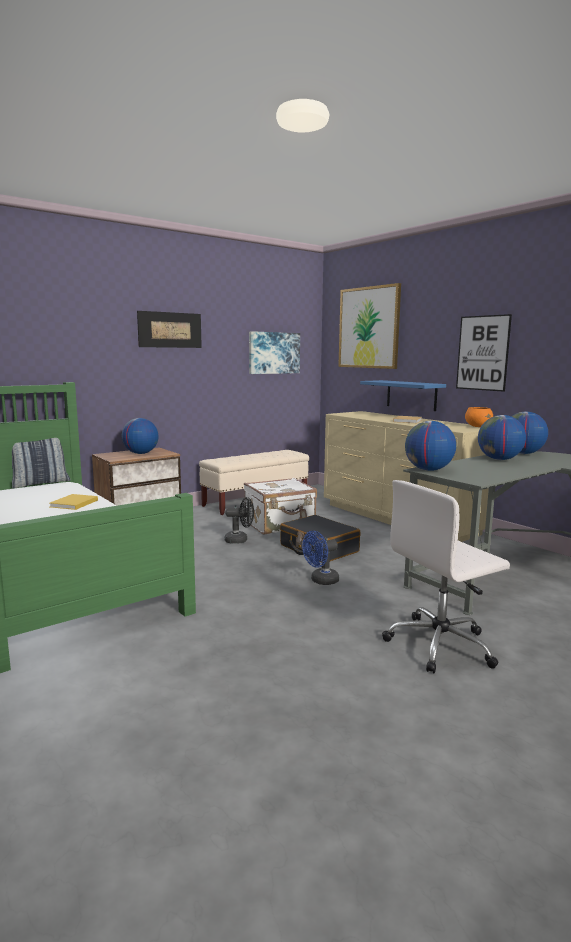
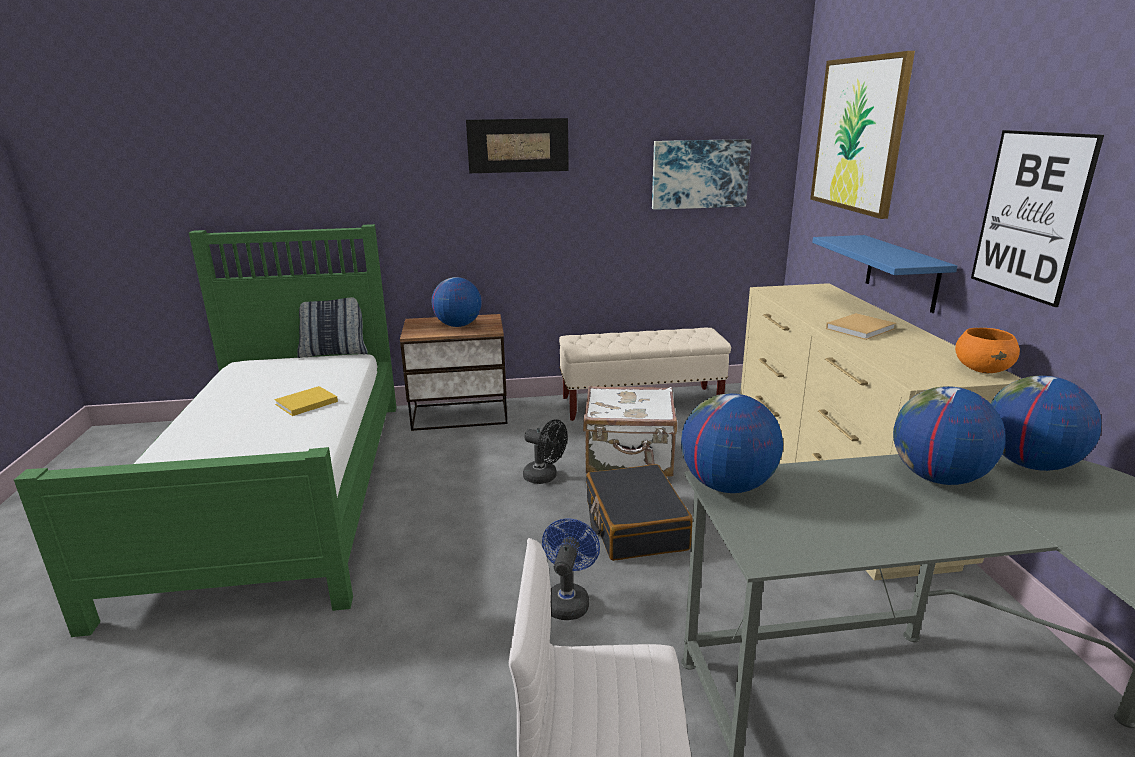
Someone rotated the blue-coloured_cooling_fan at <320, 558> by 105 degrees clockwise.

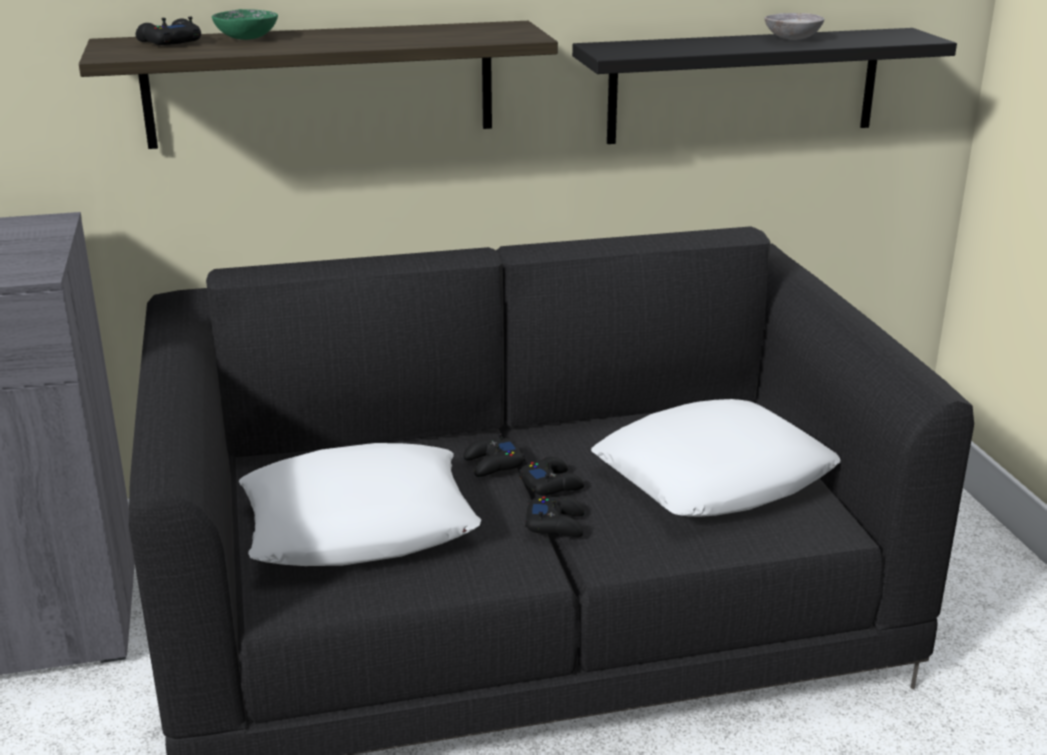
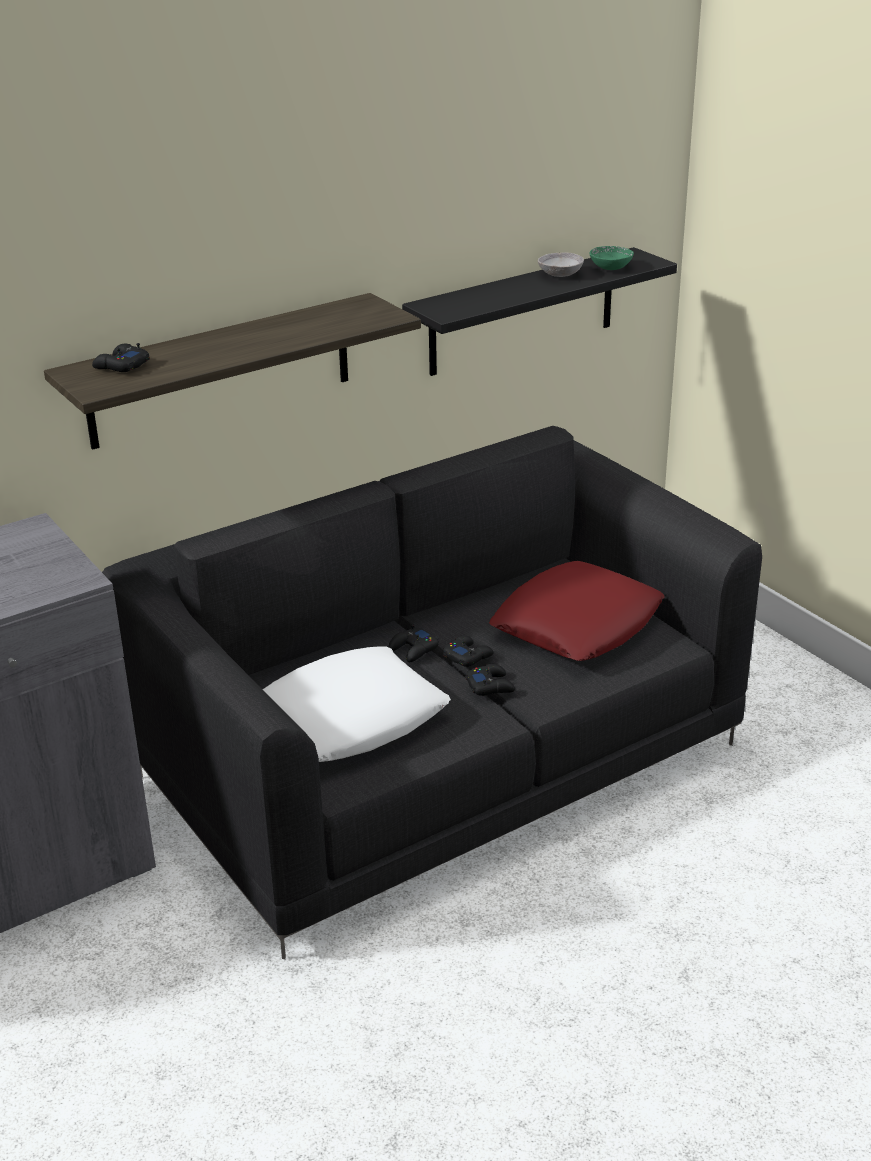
Someone repainted the whitish_cushion at <716, 458>, which became the red-coloured_cushion at <577, 611>. Someone carried the green-coloured_bowl from <245, 24> to <611, 258>.

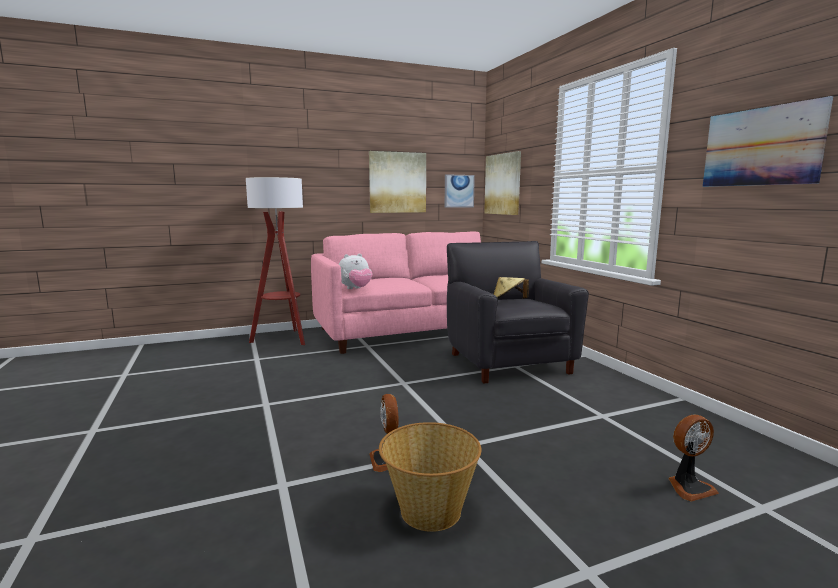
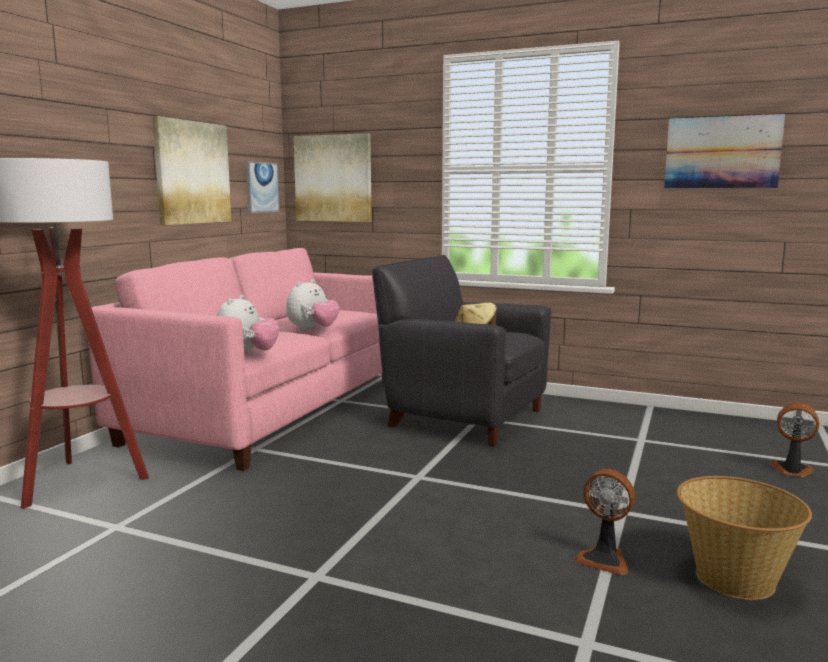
Someone put down the cuddly_toy at <313, 305>. Someone rotated the cooling_fan at <693, 458> by 90 degrees counterclockwise.

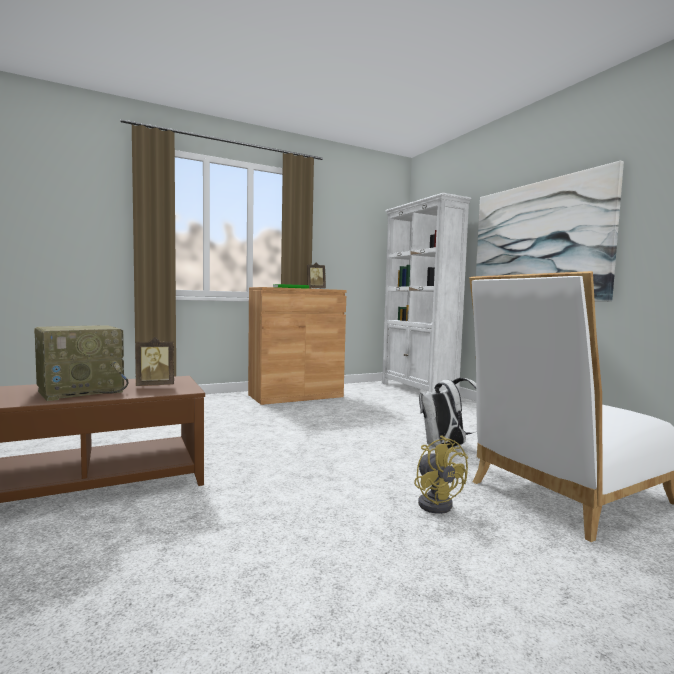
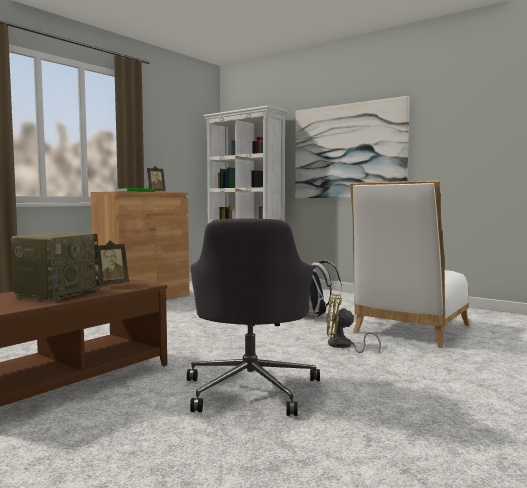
Someone put down the greyish_computer_chair at <253, 317>. Someone rotated the yellow-coloured_cooling_fan at <441, 474> by 150 degrees clockwise.

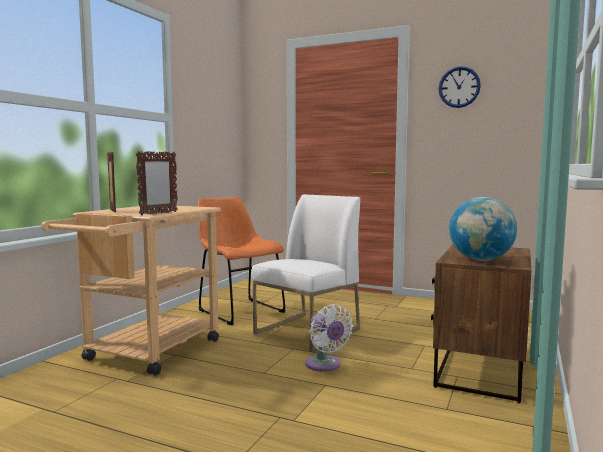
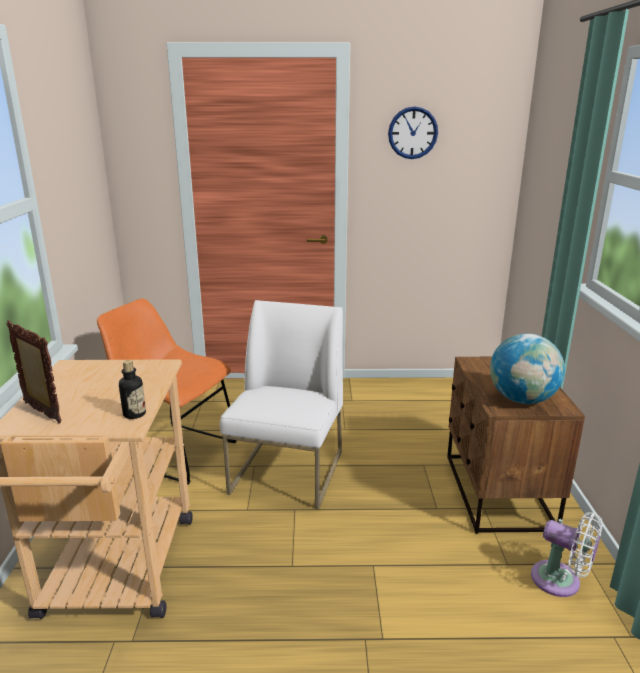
Someone swapped the photo_frame at <157, 183> for the beverage_bottle at <132, 389>. Someone carried the whitish_cooling_fan from <329, 338> to <567, 554>.

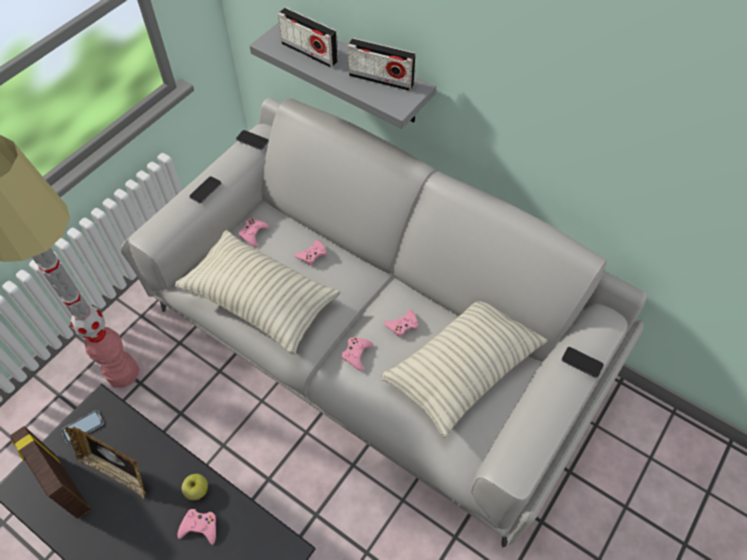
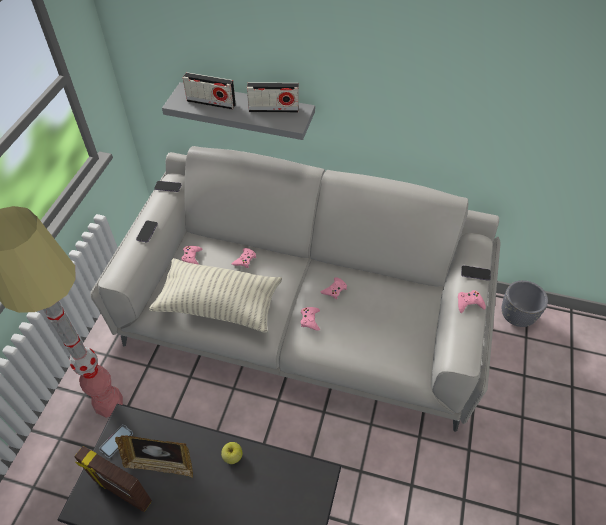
Someone carried the pinkish_joypad from <196, 527> to <472, 301>. Someone put down the greyish_flower_pot at <525, 303>. Someone took away the cushion at <464, 369>.

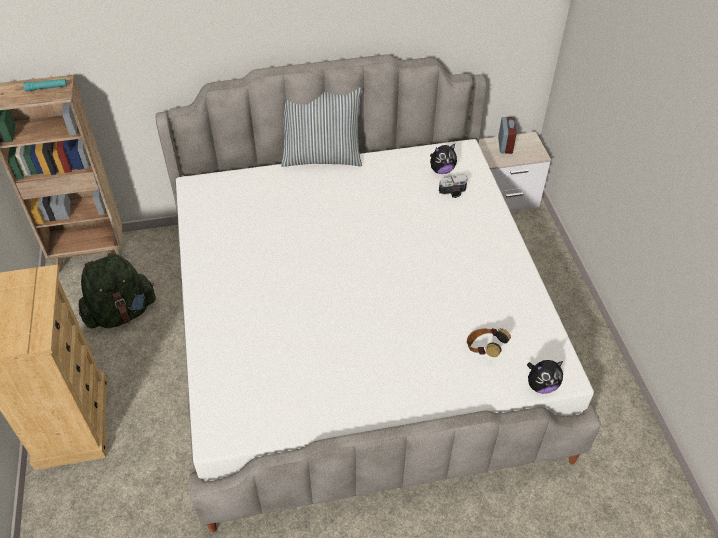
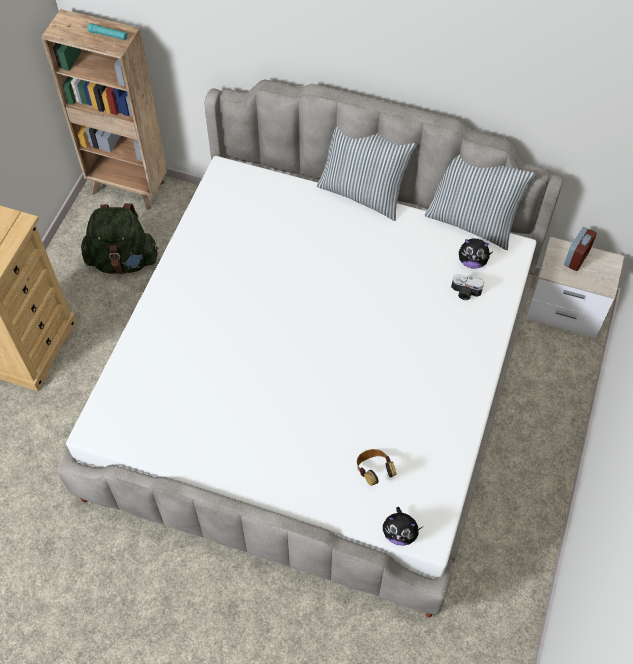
Someone put down the cushion at <480, 202>.

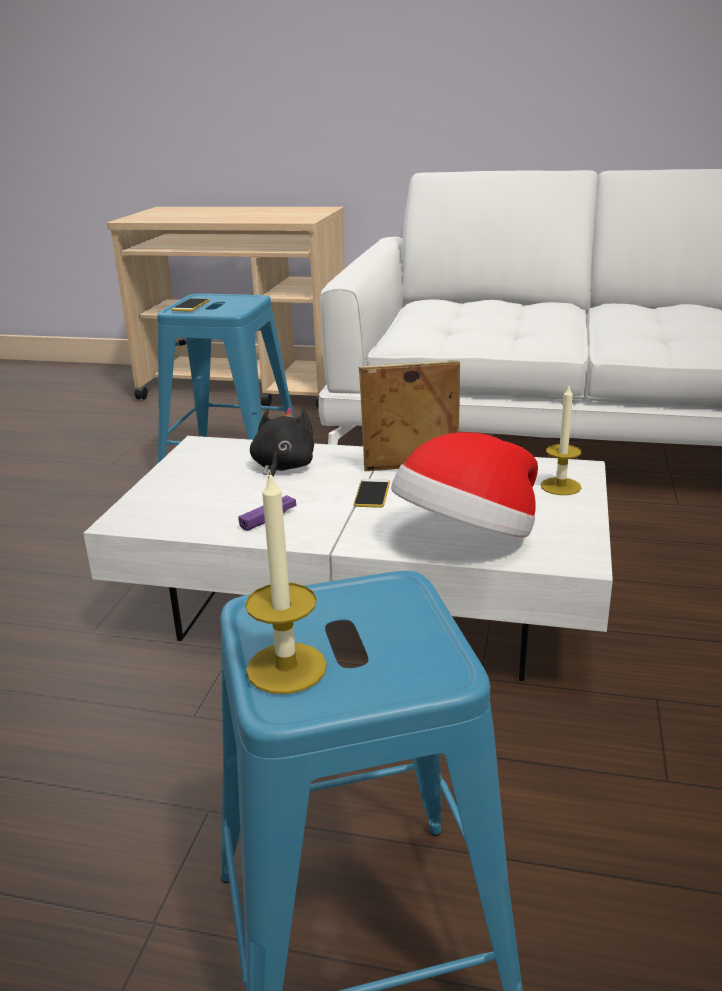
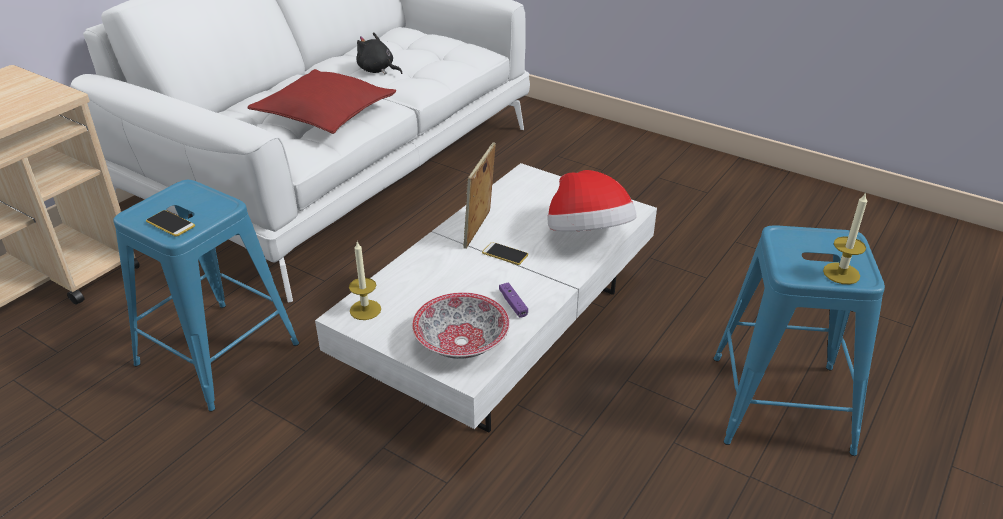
Someone put down the red-coloured_cushion at <322, 101>. Someone carried the wax_candle from <561, 440> to <365, 281>. Someone carried the black-coloured_cuddly_toy from <282, 441> to <379, 53>. Someone put down the bowl at <461, 325>.

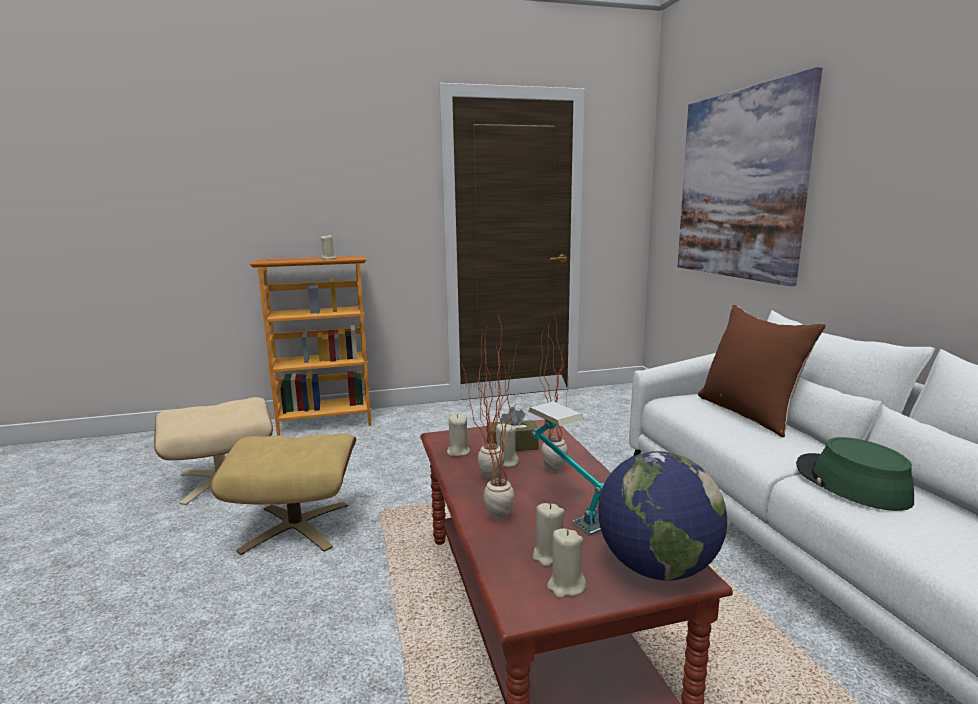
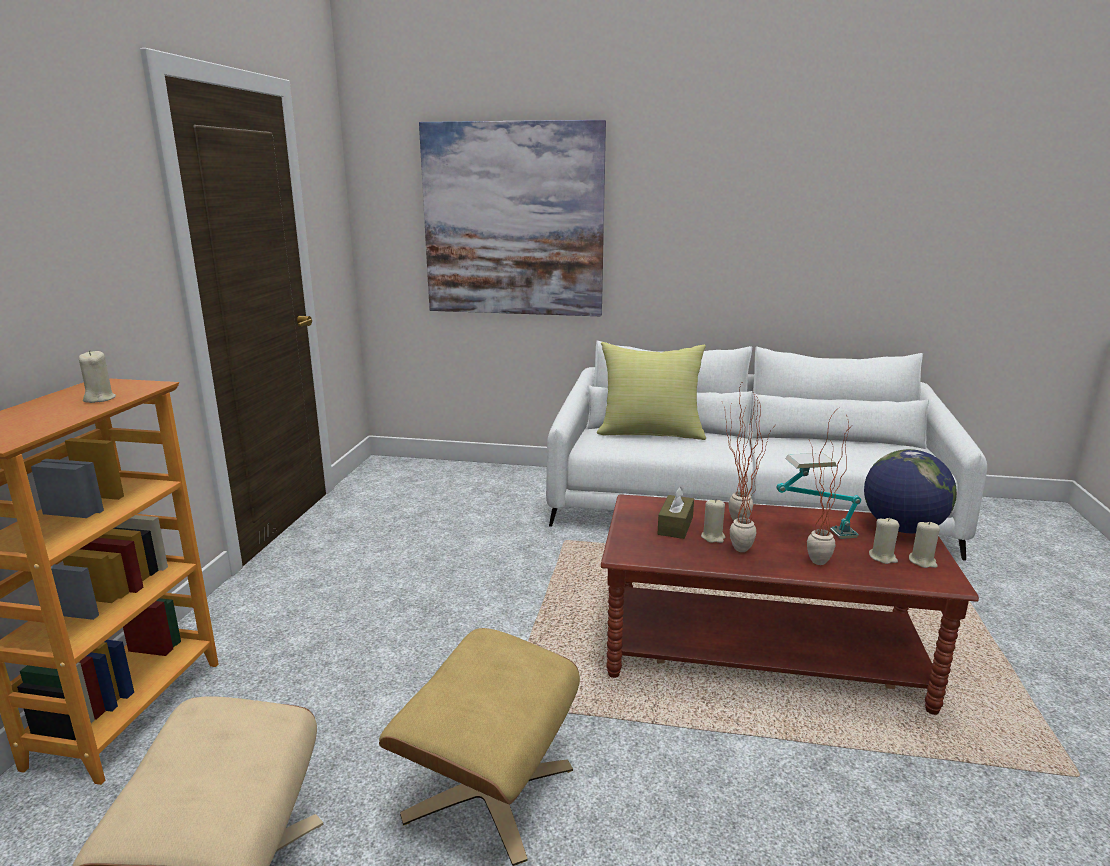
Someone repainted the brown_cushion at <762, 371>, which became the yellow-coloured_cushion at <651, 391>. Someone took away the sand-coloured_wax_candle at <458, 435>. Someone took away the green-coloured_clothing_hat at <855, 474>.

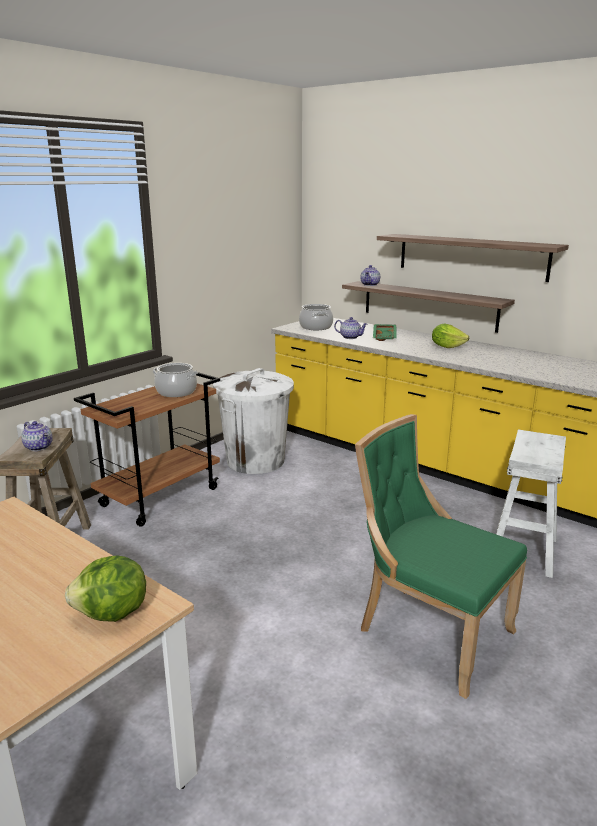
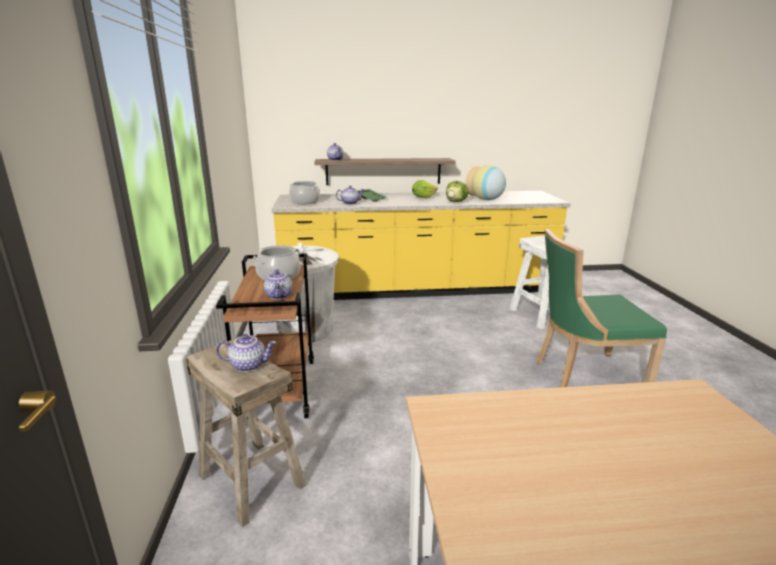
Someone put down the teapot at <278, 284>. Someone carried the lettuce_head from <105, 588> to <457, 191>. Someone put down the vase at <485, 182>. Someone took away the shelf at <473, 258>.

